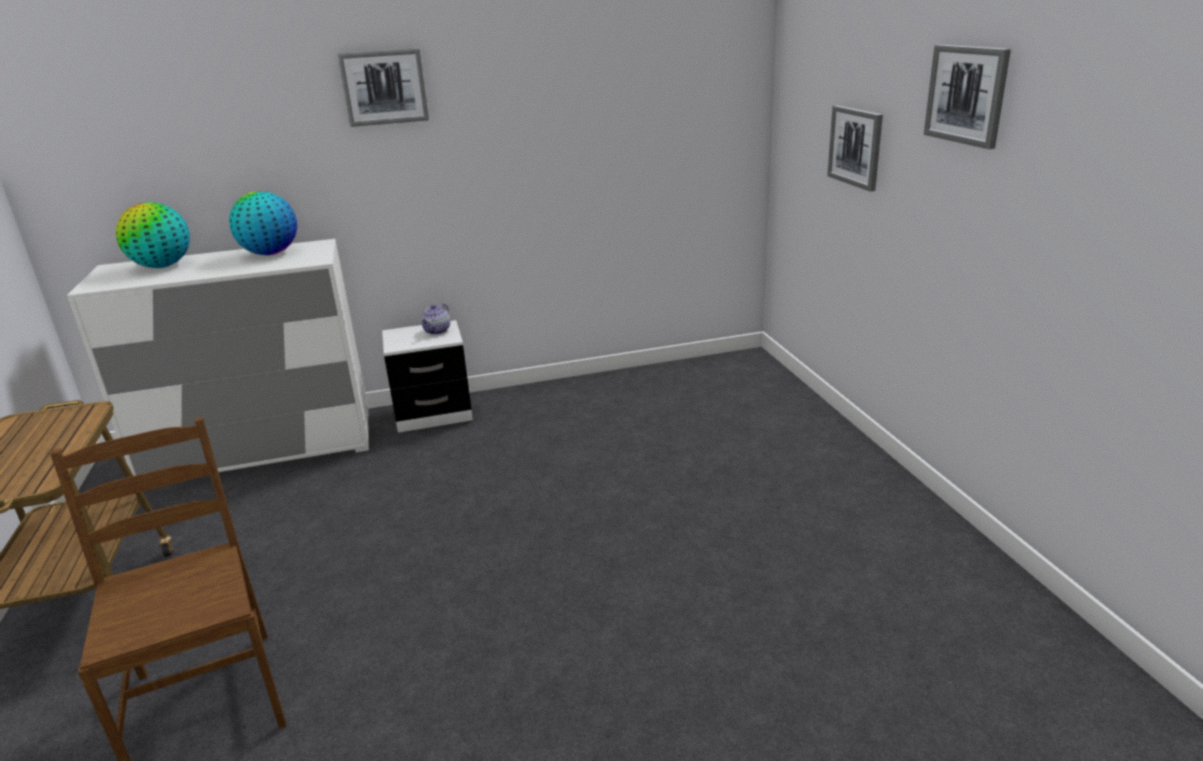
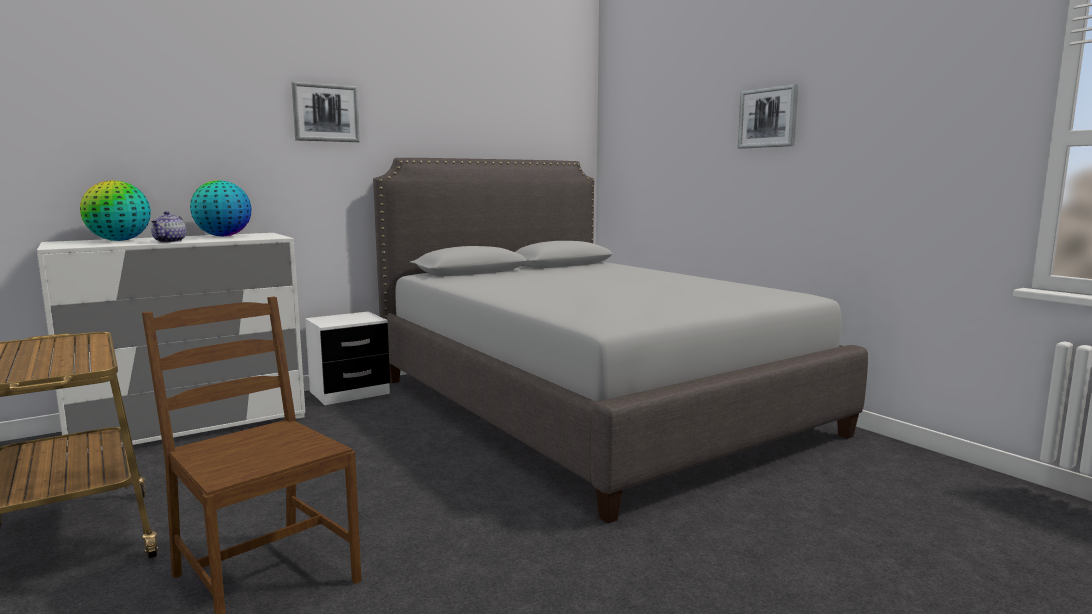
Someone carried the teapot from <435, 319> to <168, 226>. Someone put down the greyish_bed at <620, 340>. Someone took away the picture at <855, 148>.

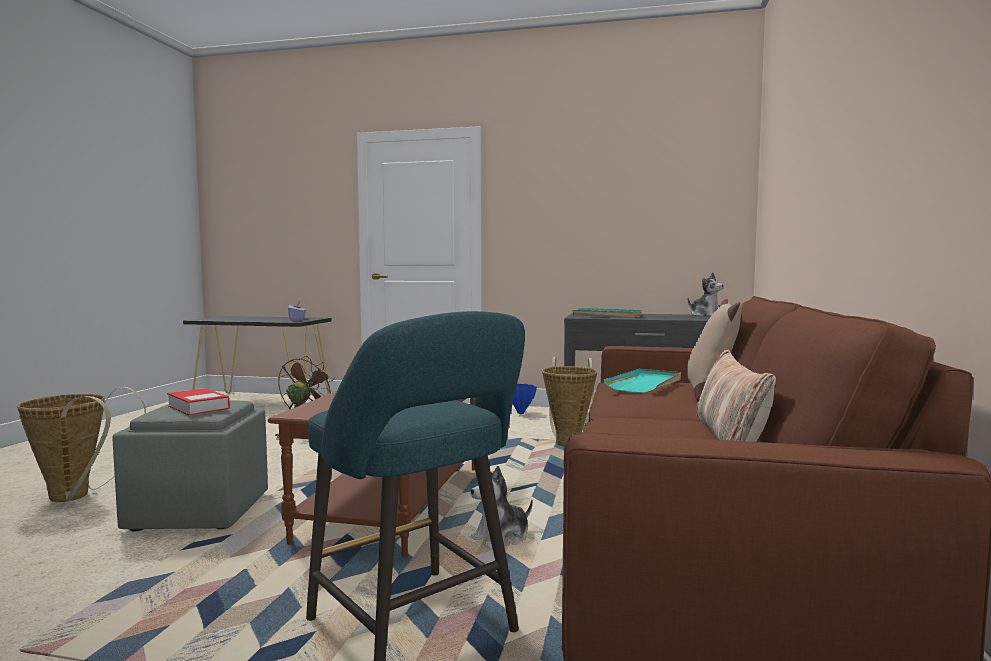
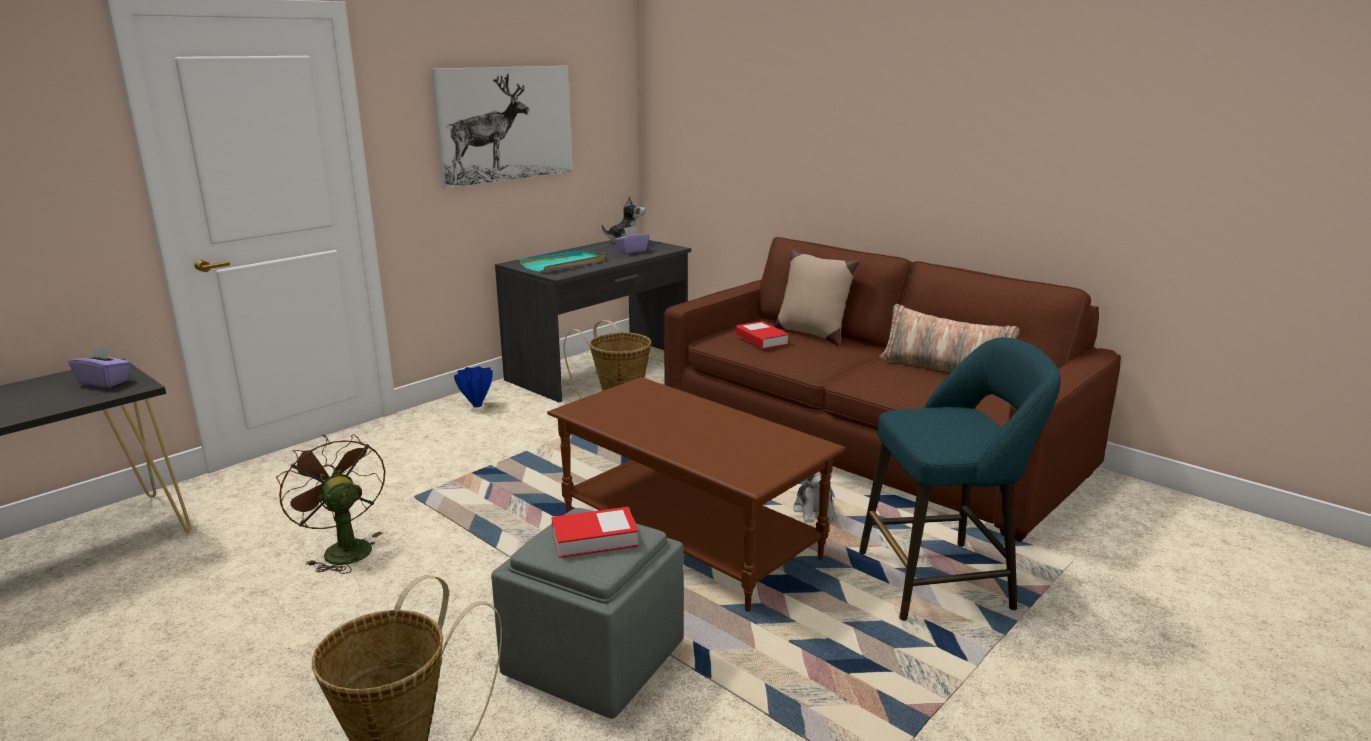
Someone put up the picture at <502, 127>. Someone put down the purple_tissue_box at <631, 240>. Someone swapped the turquoise_tray at <642, 381> for the volume at <762, 335>.

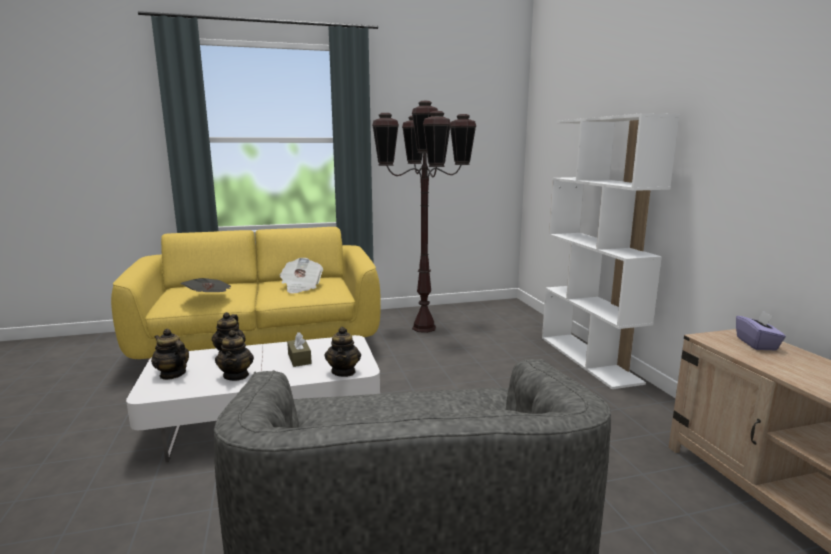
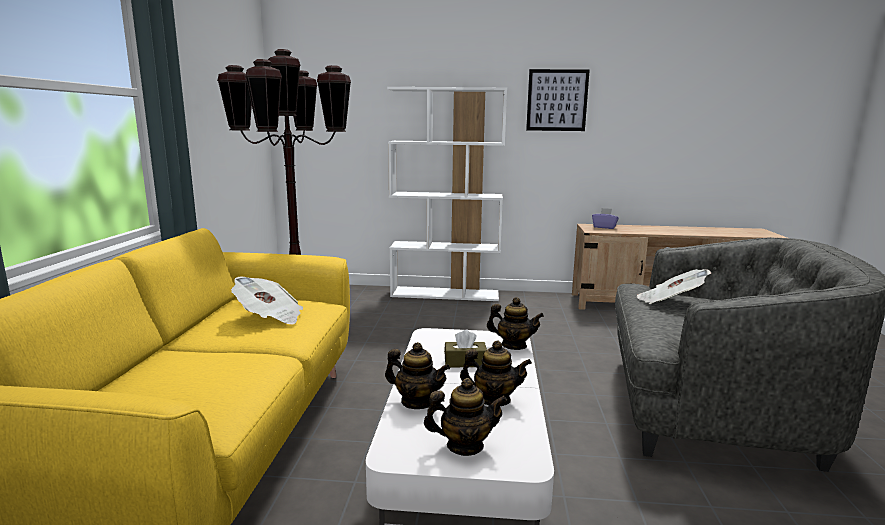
Someone rotated the teapot at <170, 354> by 150 degrees counterclockwise. Someone put up the picture at <558, 100>. Someone carried the newspaper from <206, 285> to <673, 286>.

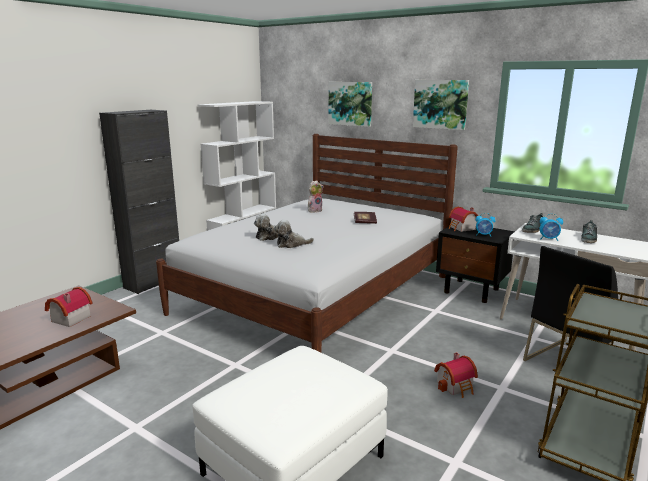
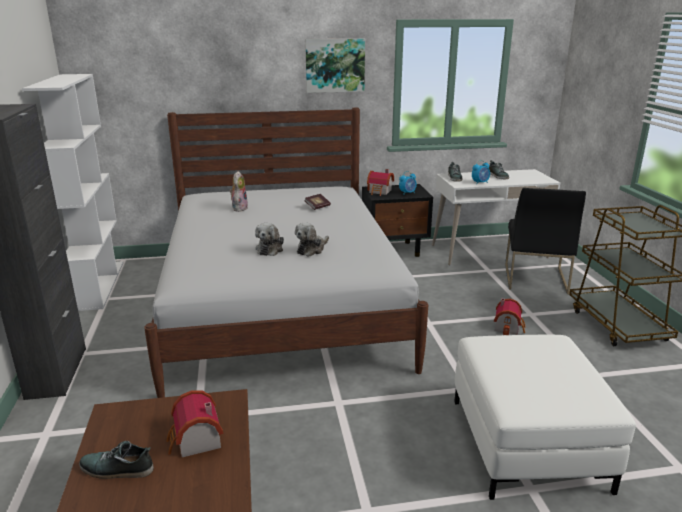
Someone put down the item_of_footwear at <116, 460>. Someone took away the picture at <350, 104>.

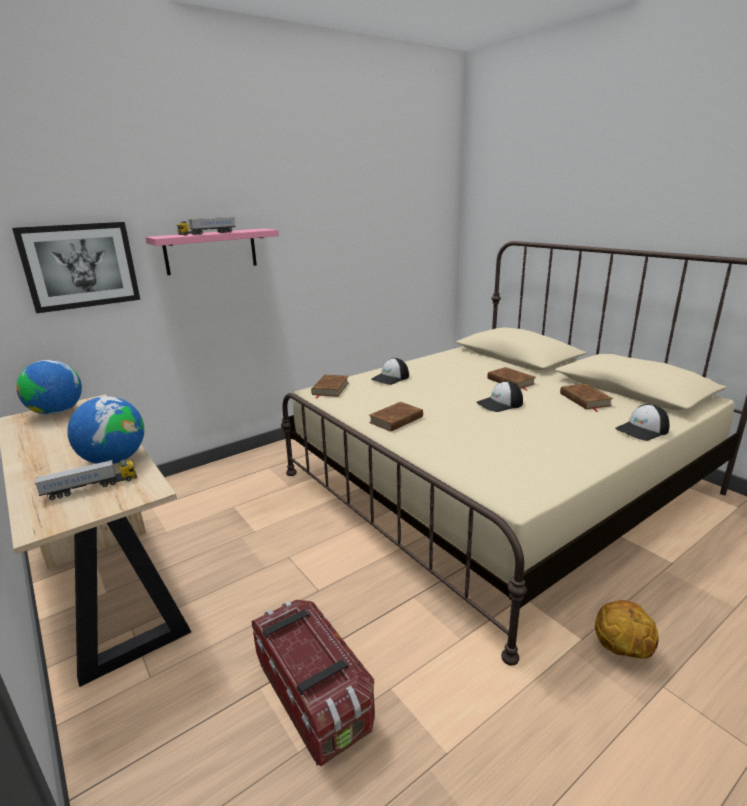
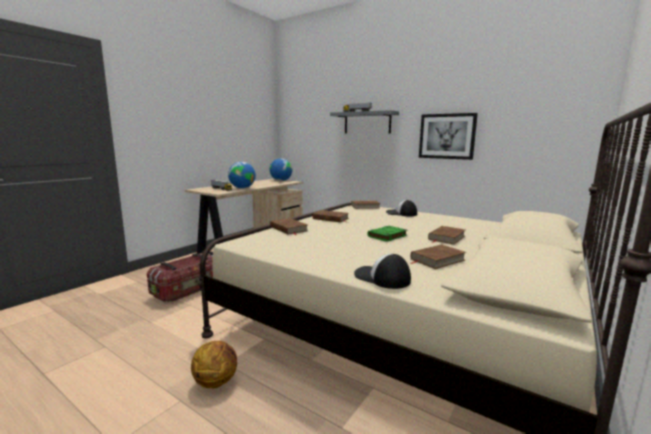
Someone put down the brown_volume at <289, 226>. Someone repainted the pinkish_shelf at <212, 251>, which became the greyish_shelf at <364, 121>. Someone swapped the peaked_cap at <499, 396> for the green-coloured_volume at <387, 234>. Someone carried the picture from <76, 267> to <448, 136>.

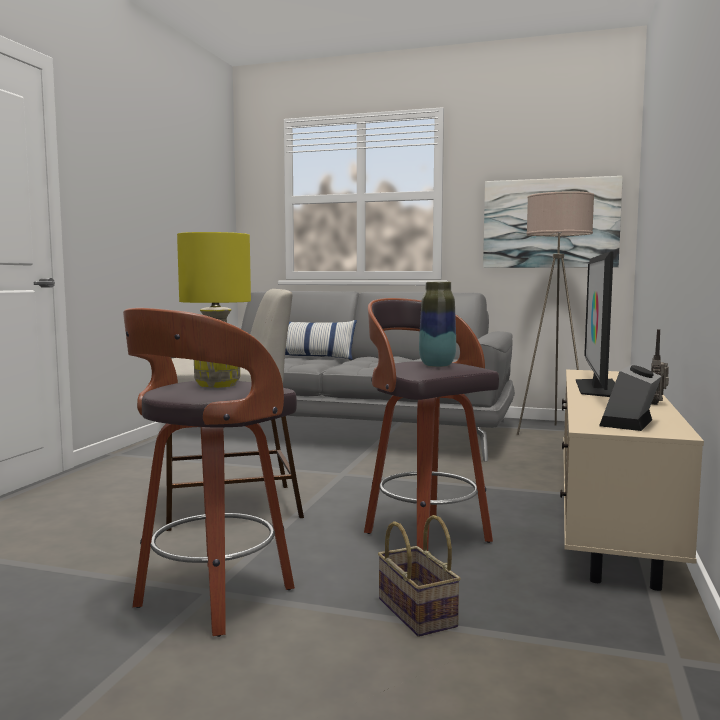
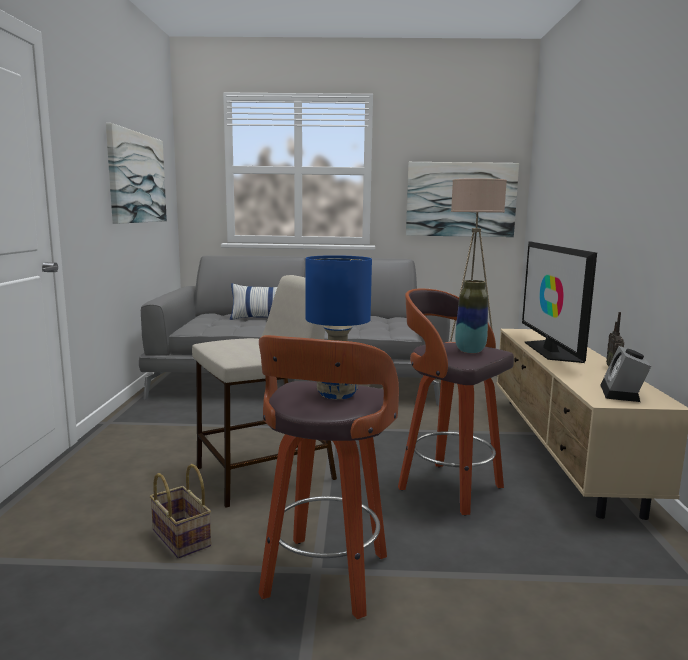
Someone put up the picture at <136, 173>. Someone carried the storage_basket from <419, 576> to <180, 511>. Someone repainted the yellow-coloured_tabletop_lamp at <214, 310>, which became the blue-coloured_tabletop_lamp at <339, 327>.

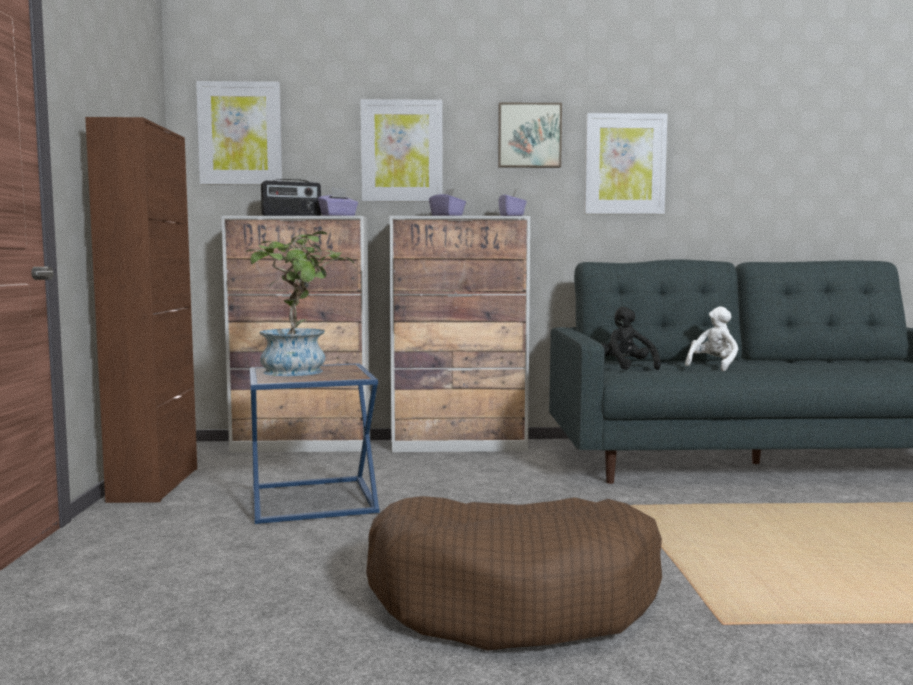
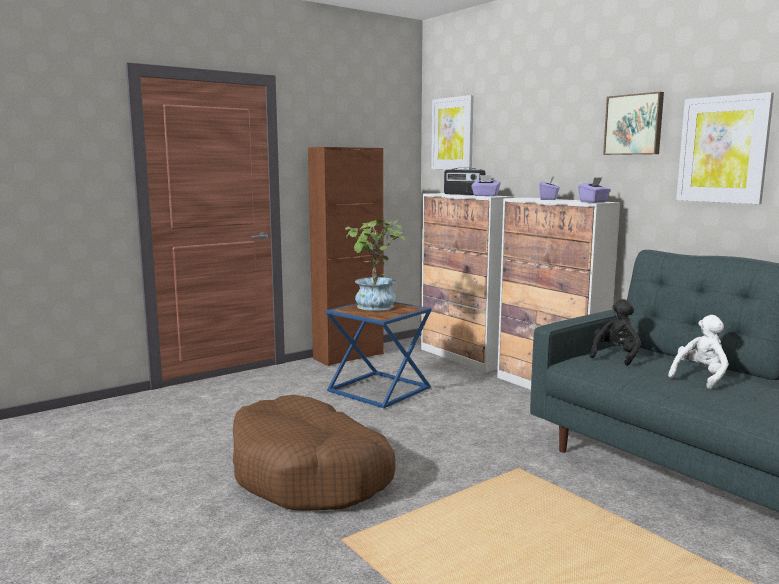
Someone rotated the whitish_cuddly_toy at <711, 338> by 45 degrees counterclockwise. Someone took away the picture at <401, 150>.

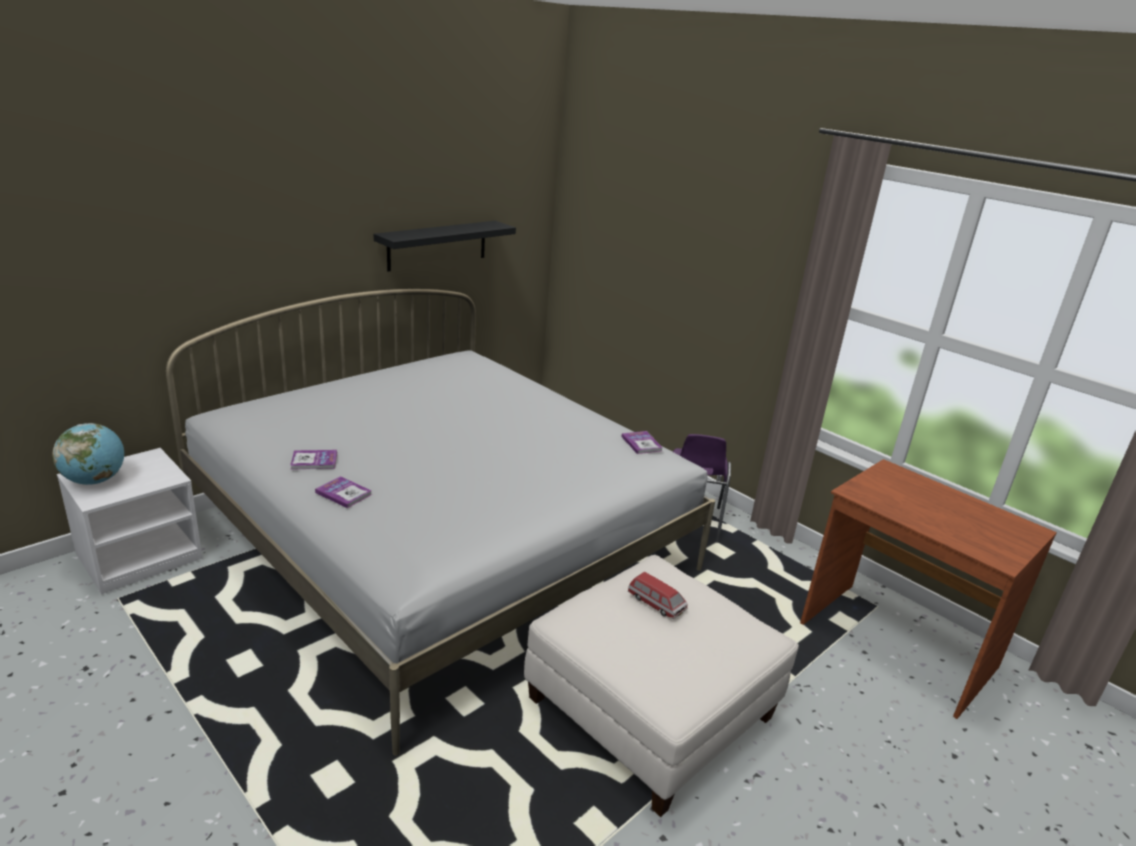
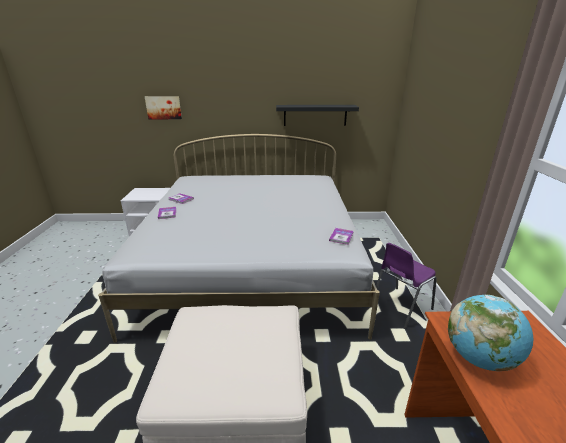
Someone put up the picture at <163, 107>. Someone carried the desk_globe from <88, 454> to <490, 333>. Someone took away the miniature_car at <658, 595>.

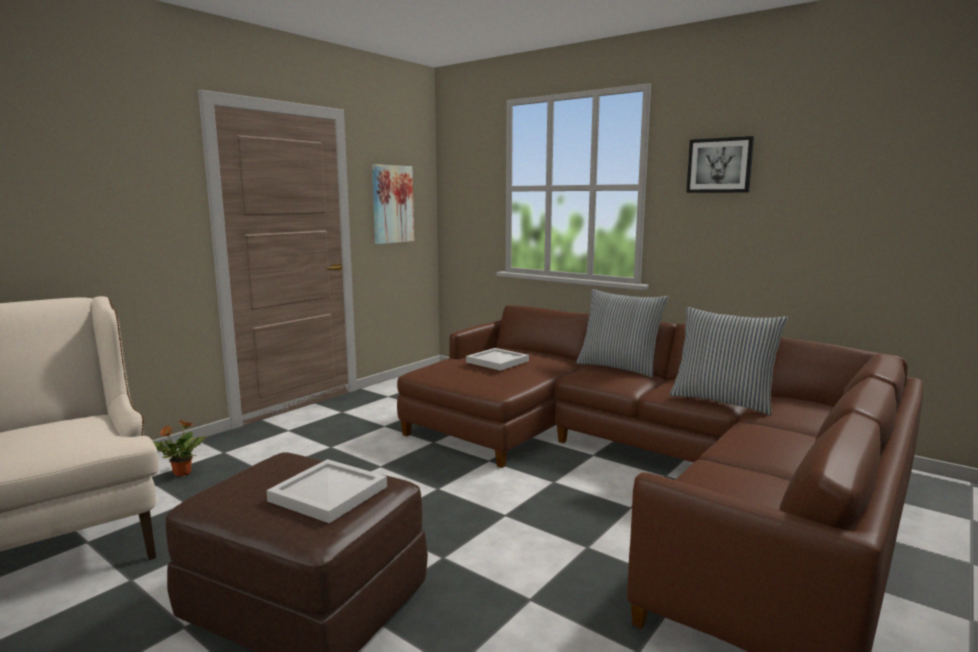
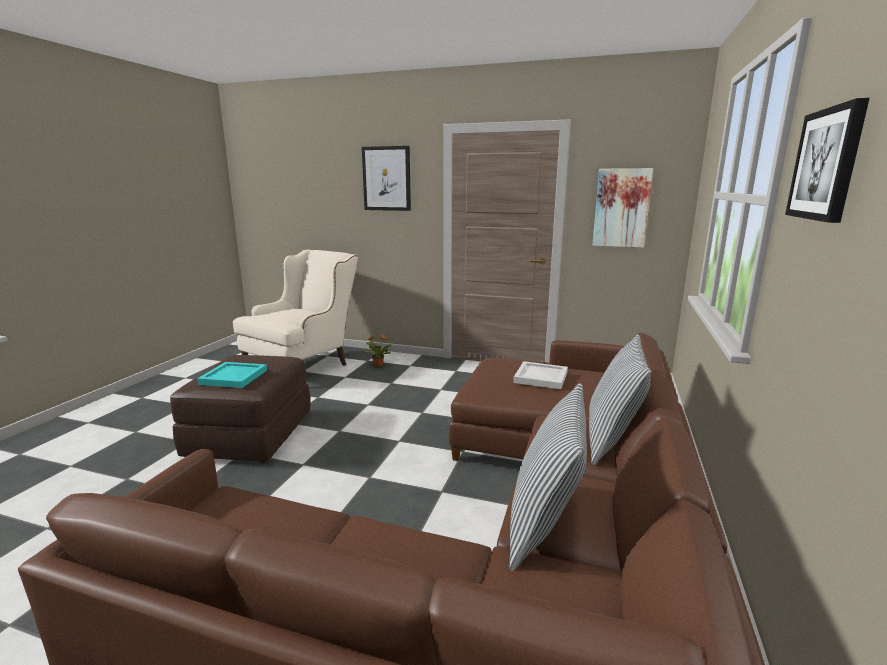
Someone repainted the whitish_tray at <326, 491>, which became the turquoise_tray at <232, 375>. Someone put up the picture at <386, 178>.

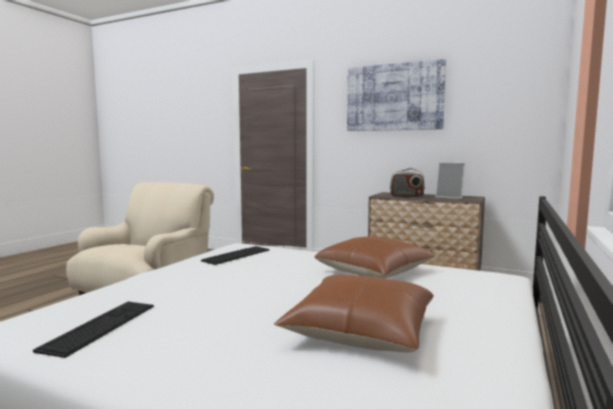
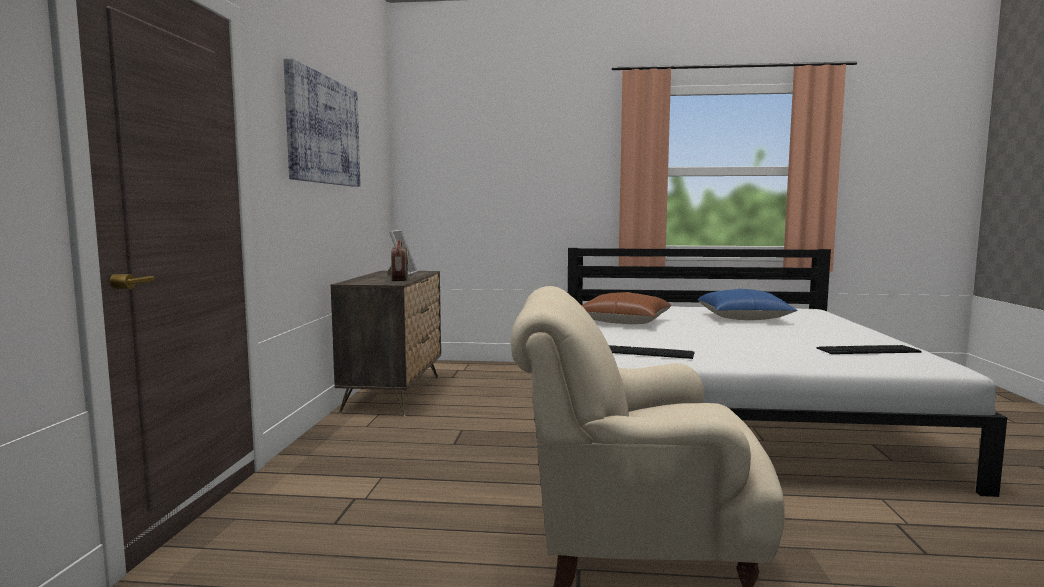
Someone repainted the brown_cushion at <354, 313>, which became the blue-coloured_cushion at <748, 304>.

